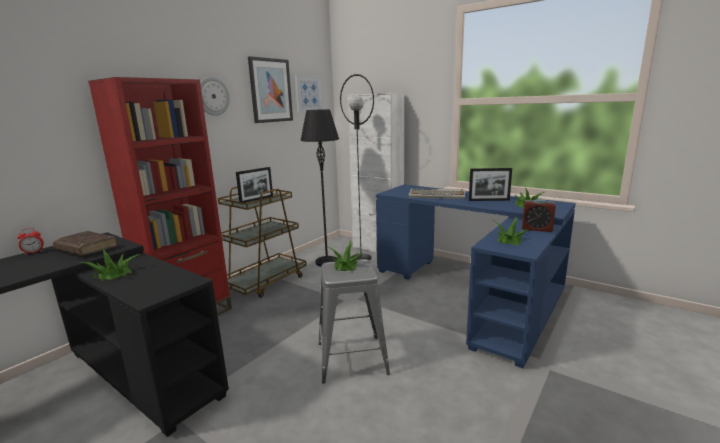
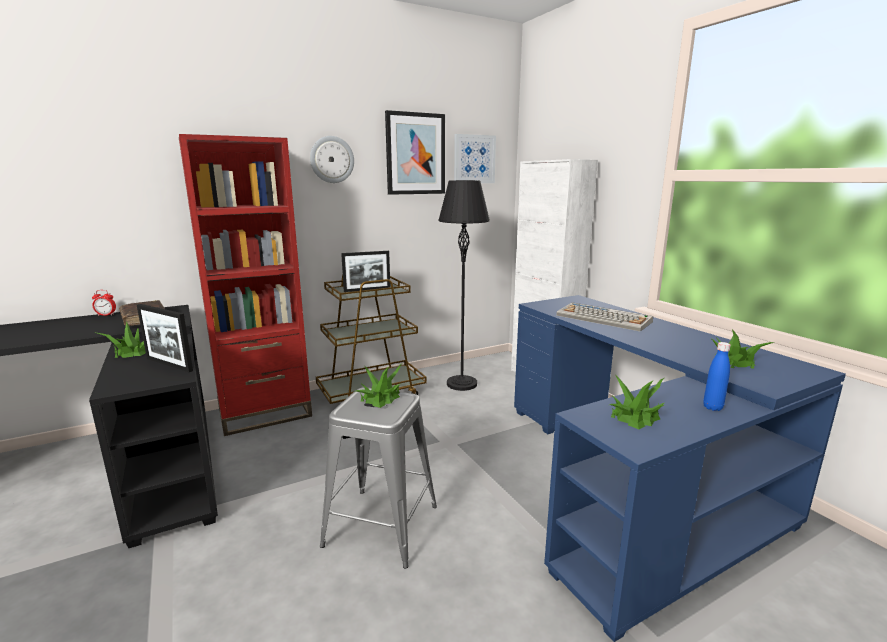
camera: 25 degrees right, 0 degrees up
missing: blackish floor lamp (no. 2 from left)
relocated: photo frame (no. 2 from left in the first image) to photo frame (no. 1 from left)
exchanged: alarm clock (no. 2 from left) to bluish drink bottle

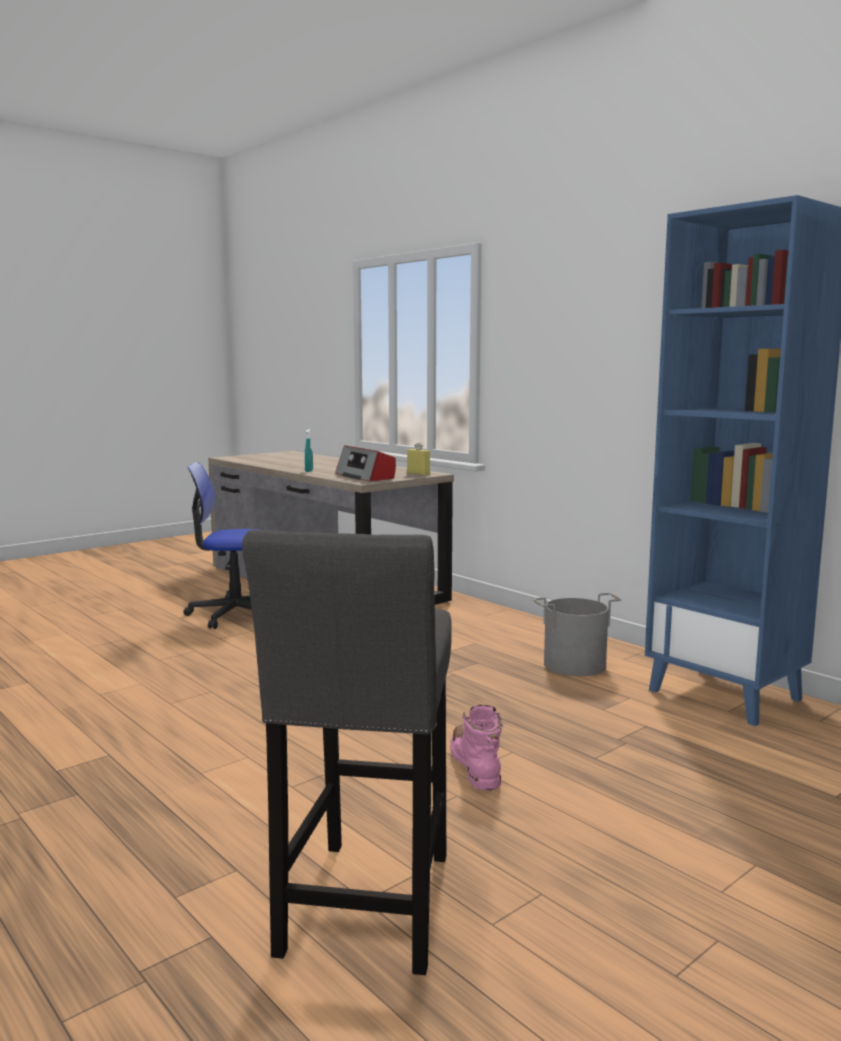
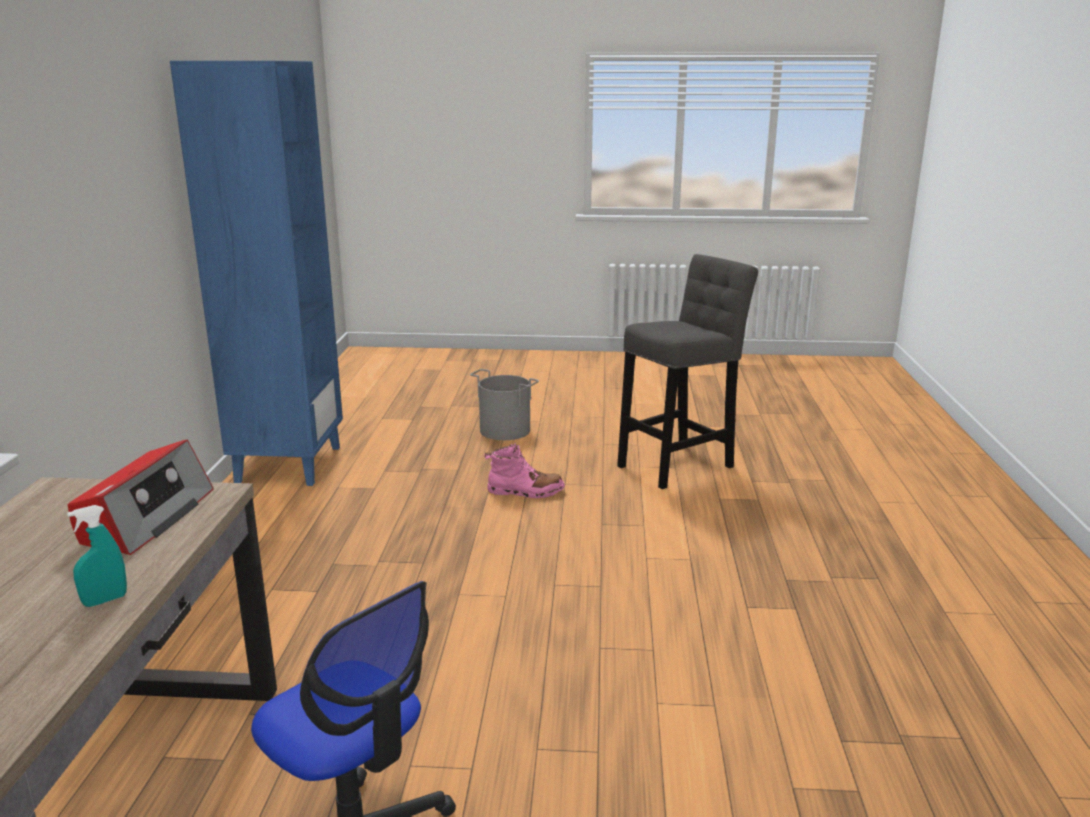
camera: 135 degrees left, 10 degrees up
missing: yellowish drink bottle
relocated: grey bucket
spun: pinkish tall boot 120 degrees counterclockwise

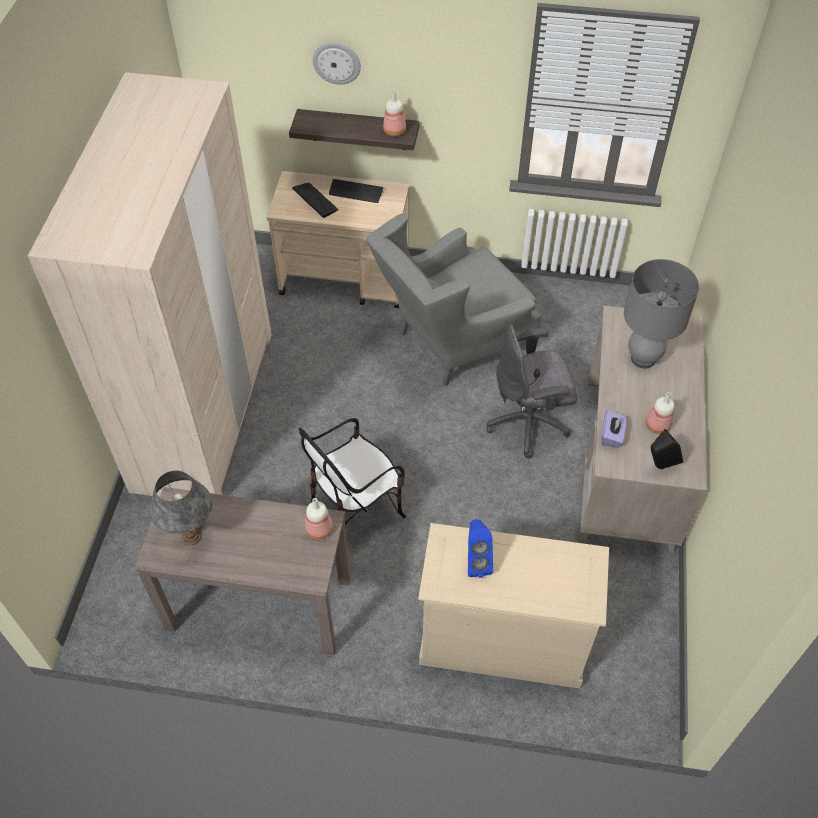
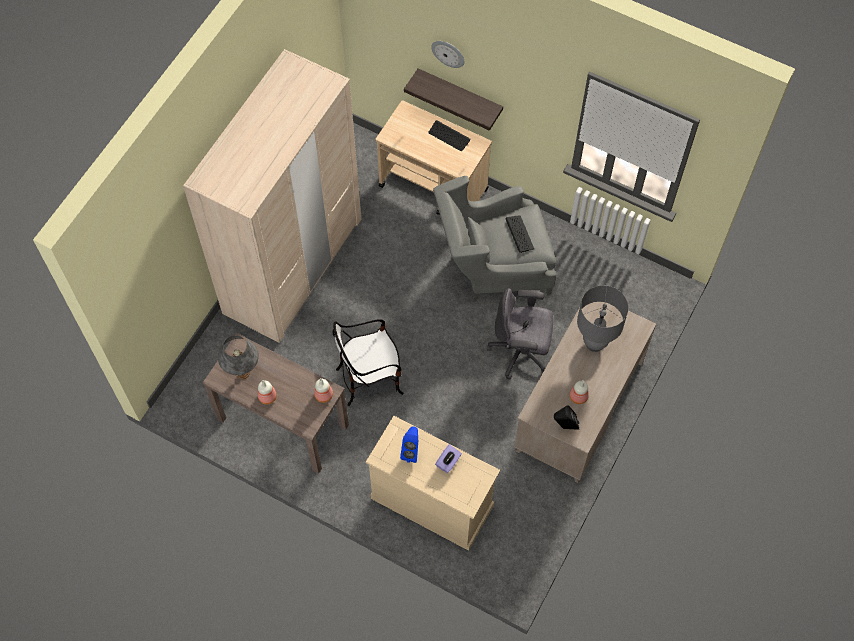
camera: 20 degrees right, 10 degrees up
relocated: computer keyboard (no. 1 from left in the first image) to computer keyboard (no. 2 from left); drink bottle (no. 2 from left in the first image) to drink bottle (no. 1 from left); purplish tissue box

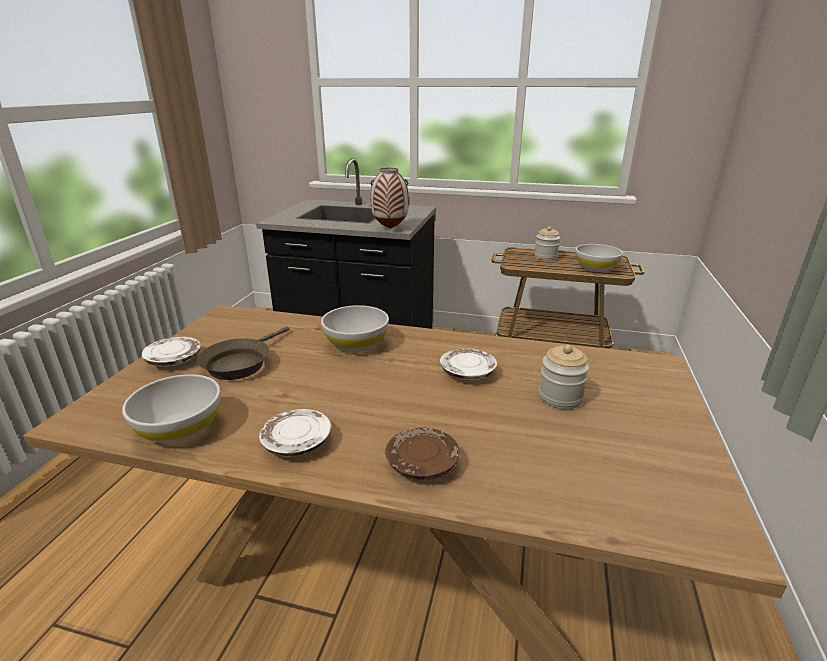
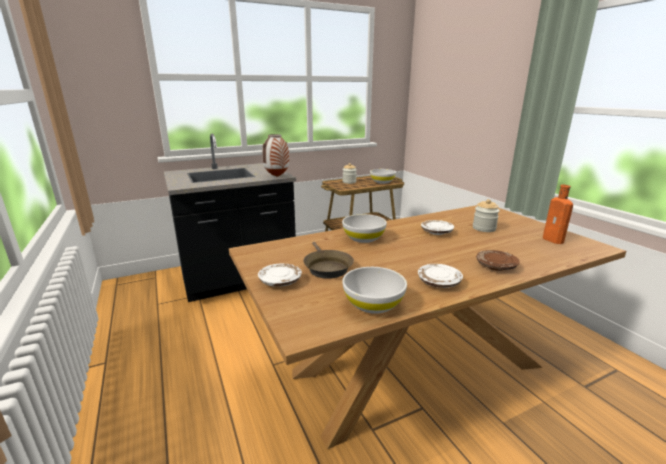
camera: 40 degrees left, 5 degrees down
appeared: orange-coloured drink bottle

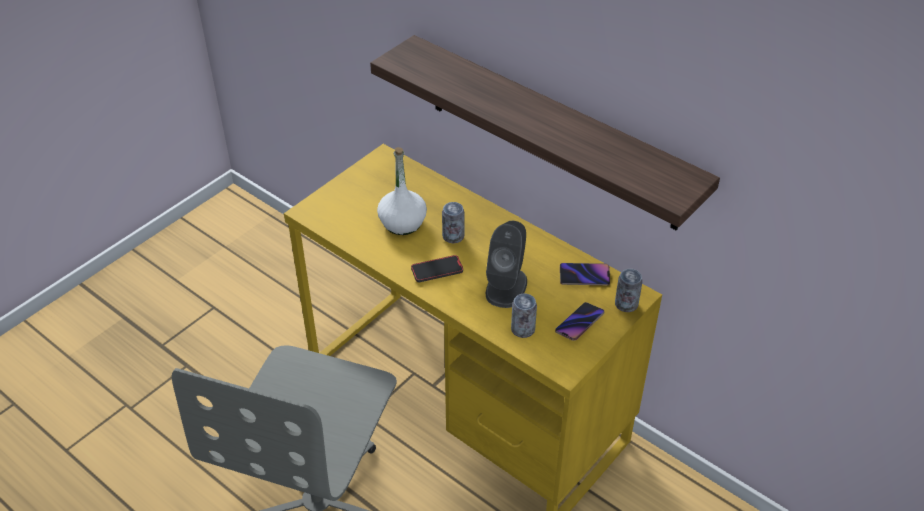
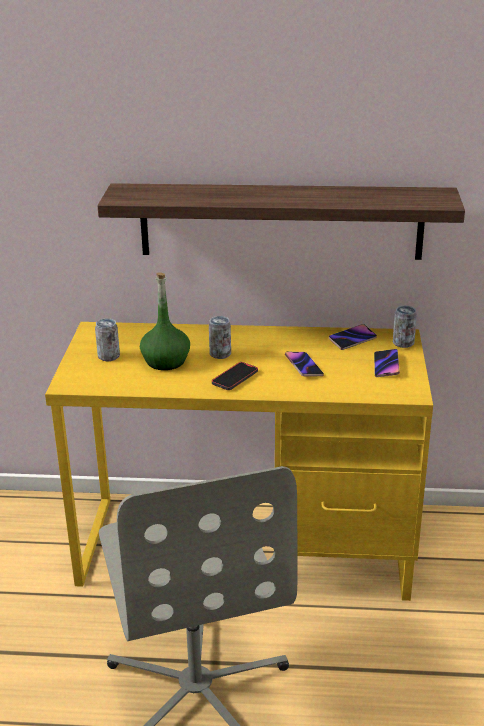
camera: 35 degrees left, 15 degrees down
relocated: sealed can (no. 2 from left in the first image) to sealed can (no. 1 from left)
exchanged: grey audio speaker to telephone (no. 2 from left)
colour: white drink bottle to green-coloured drink bottle

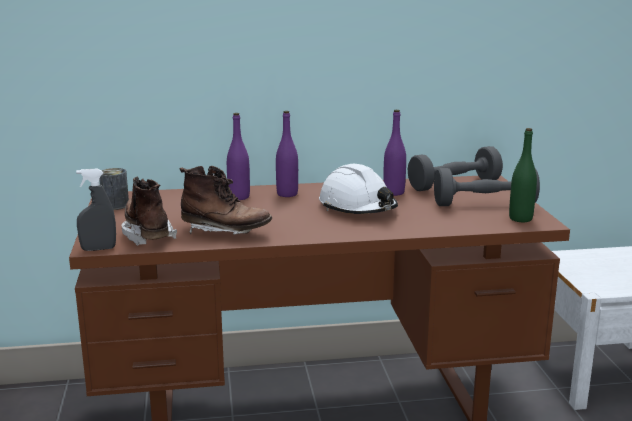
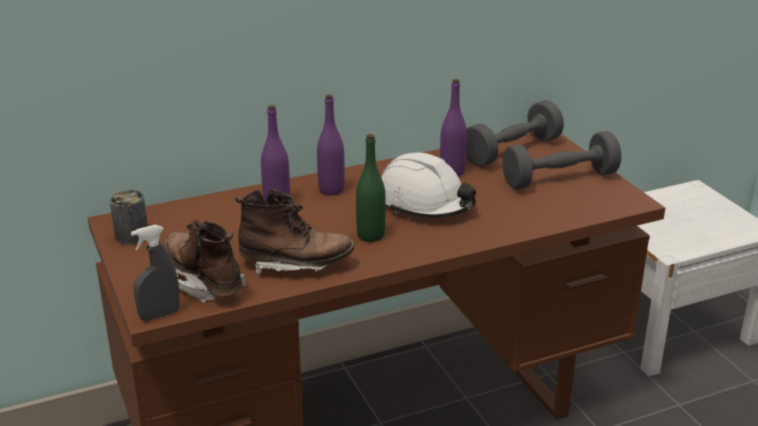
camera: 15 degrees left, 10 degrees up
relocated: green-coloured drink bottle

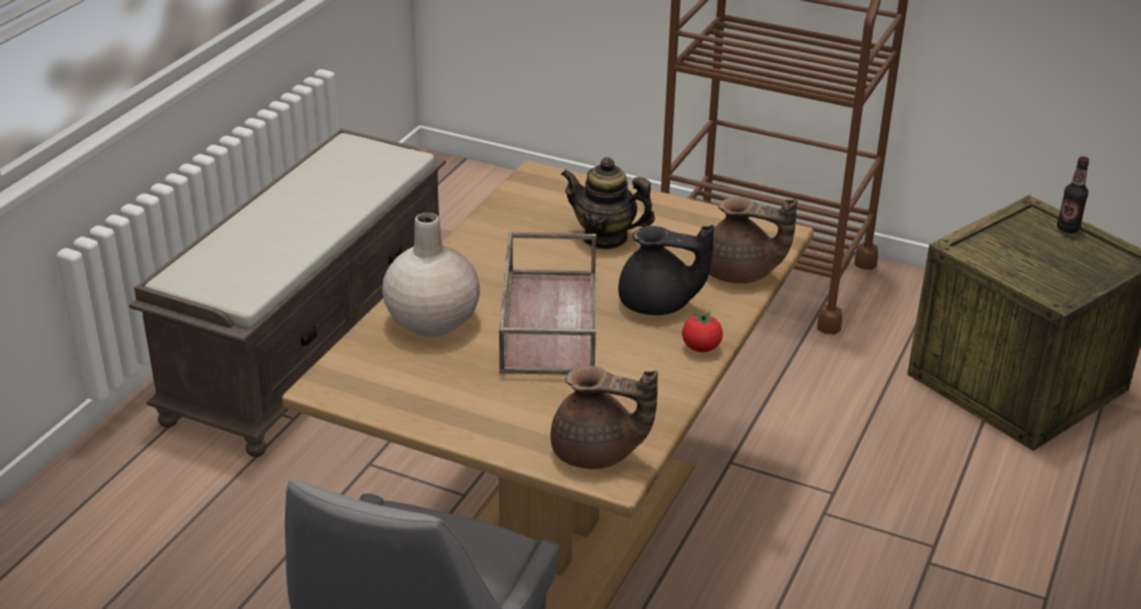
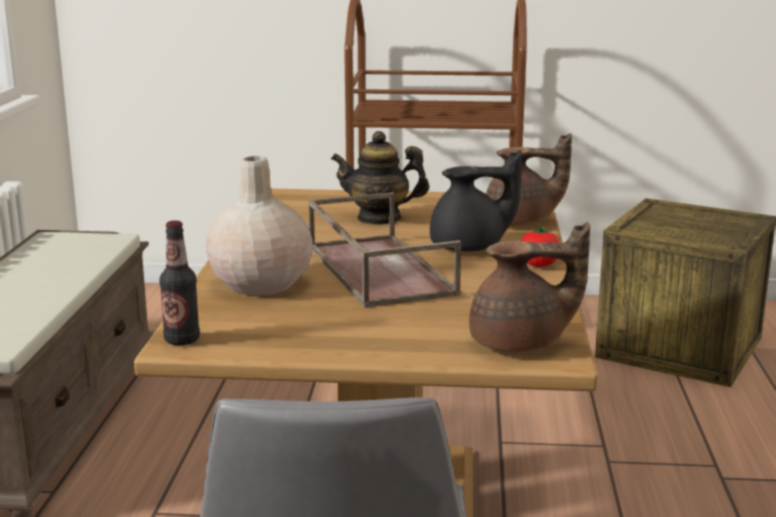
camera: 20 degrees left, 15 degrees down
relocated: drink bottle

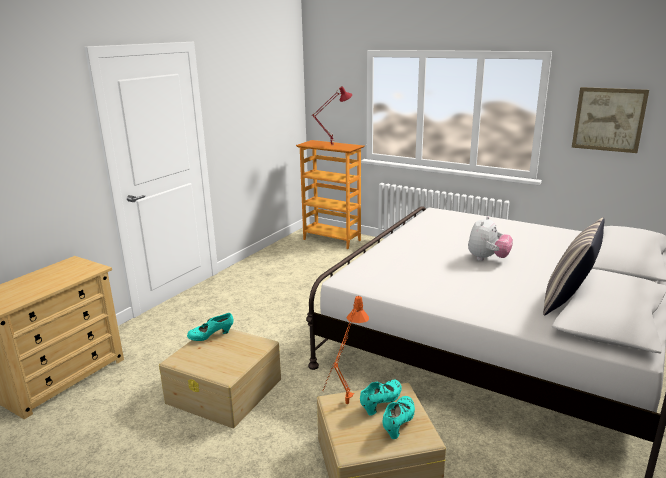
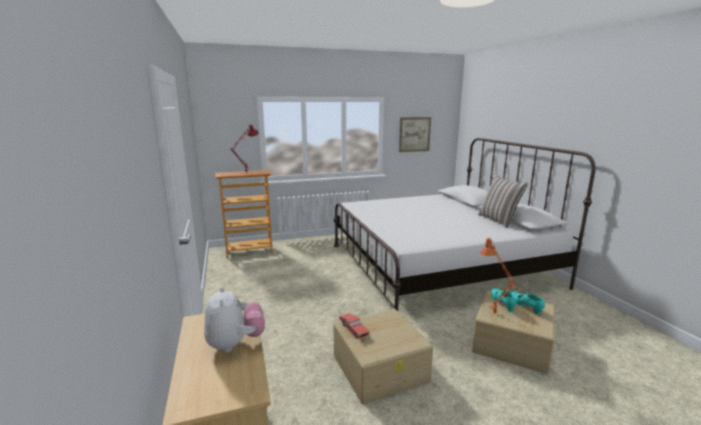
camera: 50 degrees left, 5 degrees down
relocated: soft toy
exchanged: turquoise low shoe (no. 1 from left) to red-coloured model car

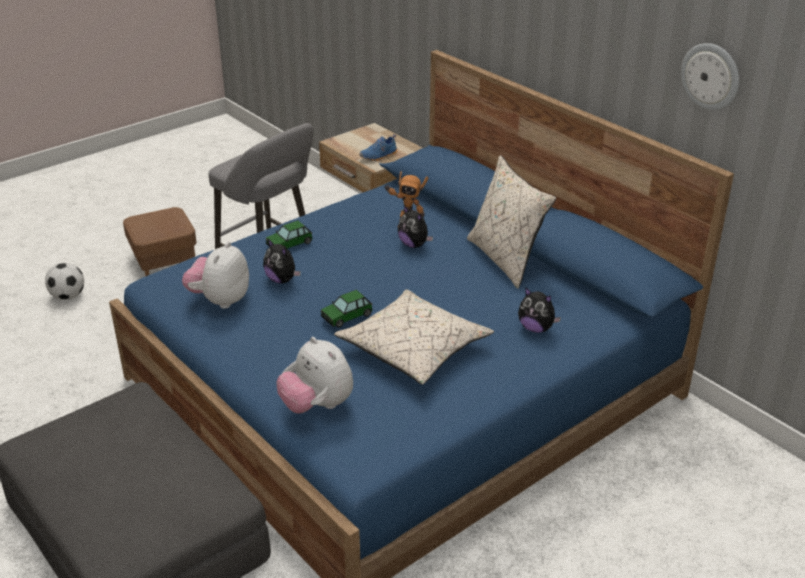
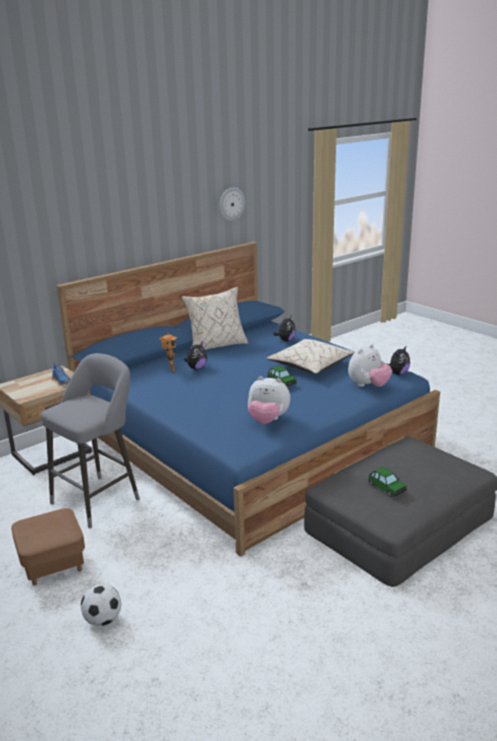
camera: 90 degrees left, 10 degrees down
relocated: soft toy (no. 2 from left in the first image) to soft toy (no. 5 from left); model car (no. 1 from left in the first image) to model car (no. 2 from left)

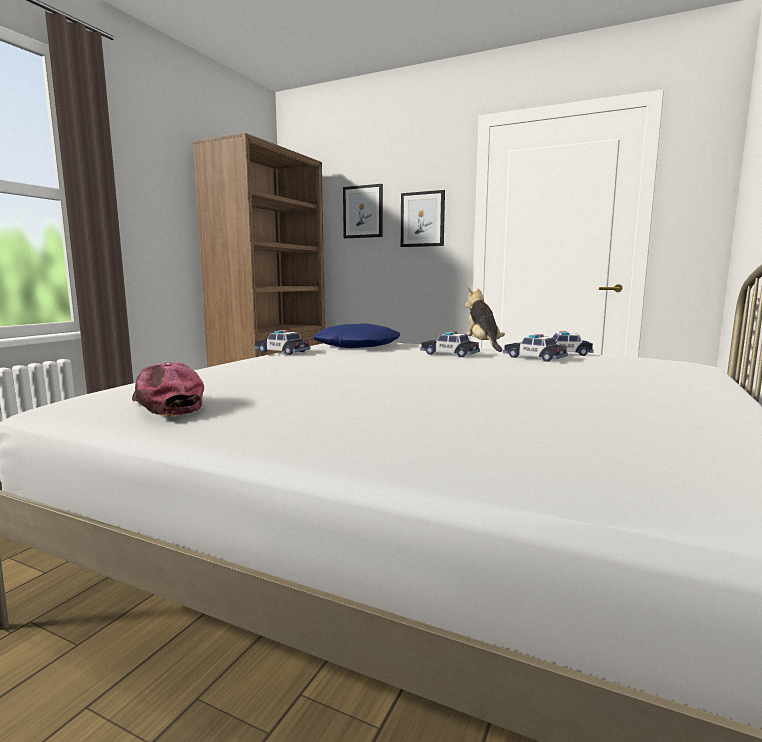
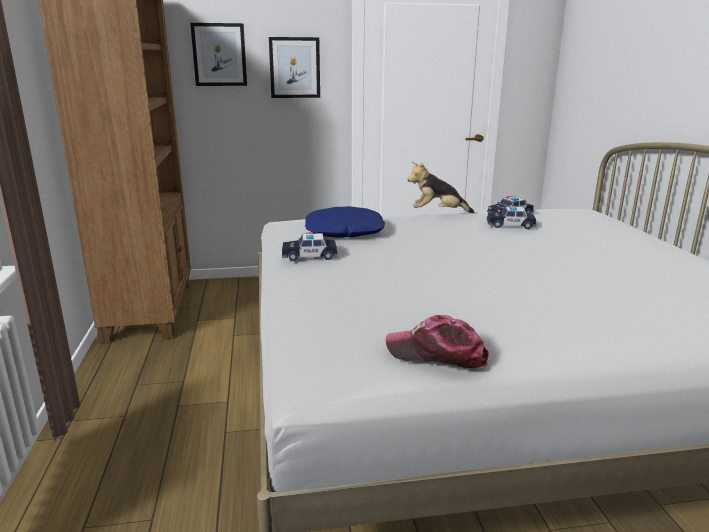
camera: 35 degrees left, 10 degrees up
missing: model car (no. 2 from left)
spun: soft toy 45 degrees counterclockwise

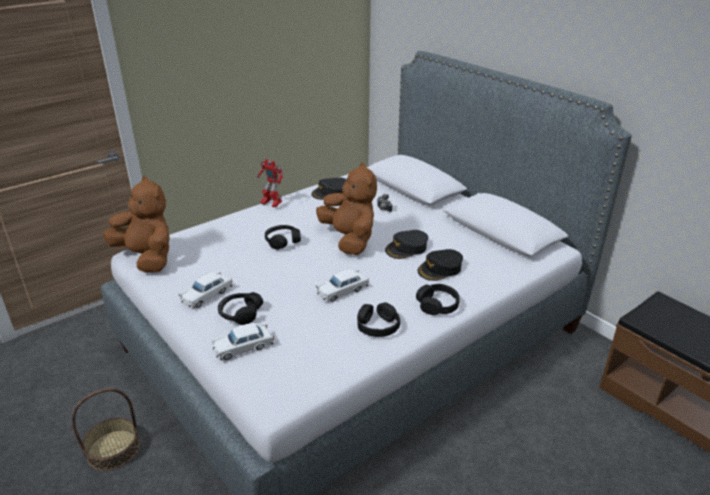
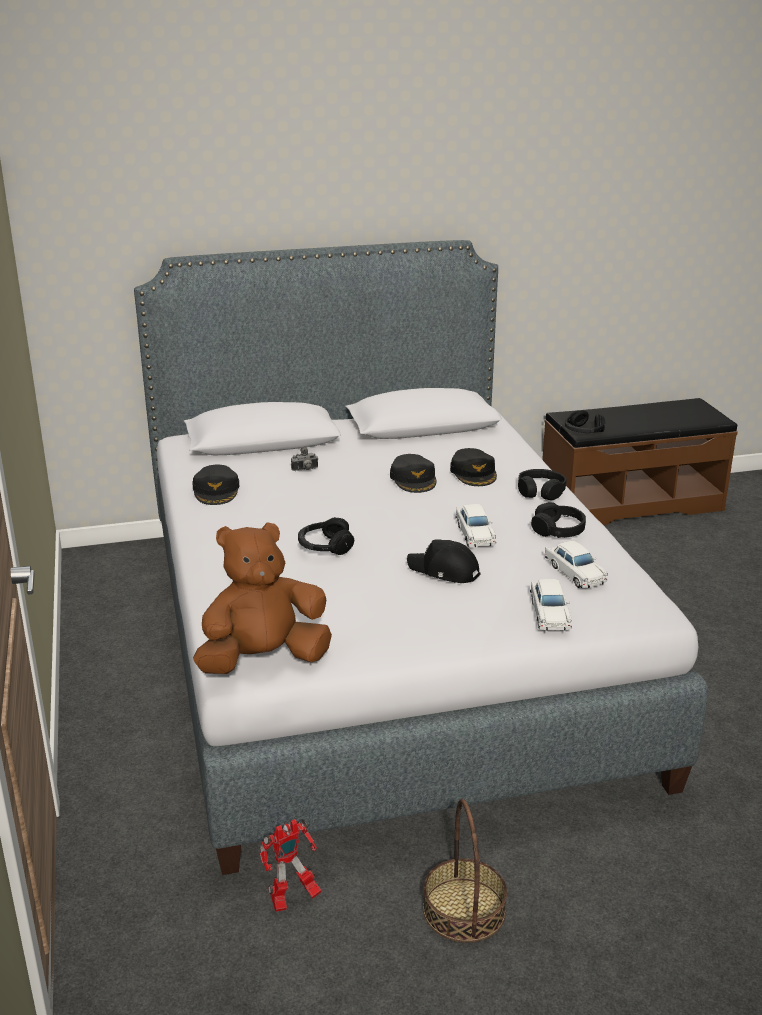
camera: 65 degrees left, 5 degrees down
missing: brown-coloured soft toy (no. 2 from left)
appeared: blackish peaked cap (no. 3 from left)
relocated: white model car (no. 1 from left in the first image) to white model car (no. 3 from left); blackish headset (no. 1 from left in the first image) to blackish headset (no. 4 from left); toy robot

